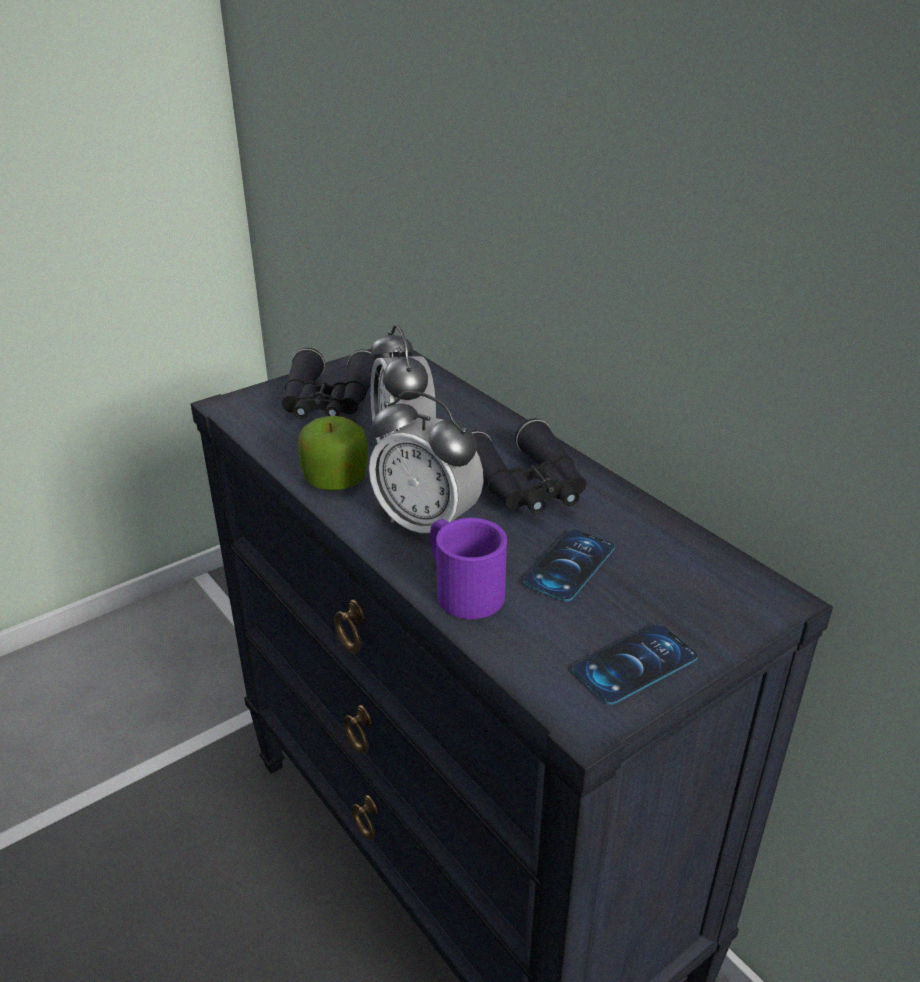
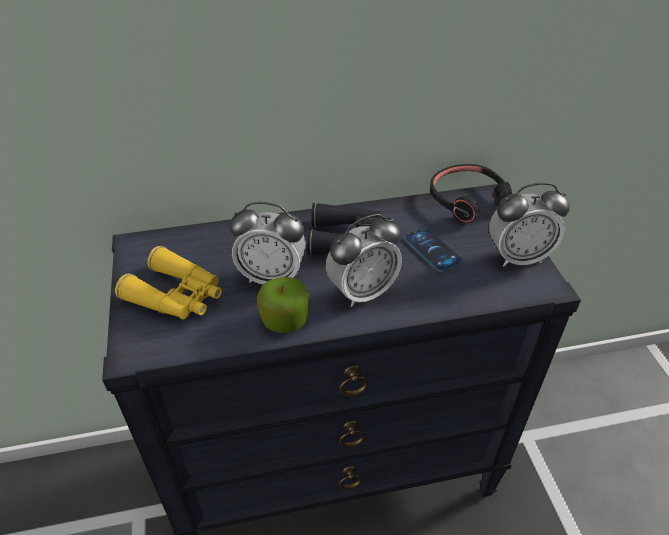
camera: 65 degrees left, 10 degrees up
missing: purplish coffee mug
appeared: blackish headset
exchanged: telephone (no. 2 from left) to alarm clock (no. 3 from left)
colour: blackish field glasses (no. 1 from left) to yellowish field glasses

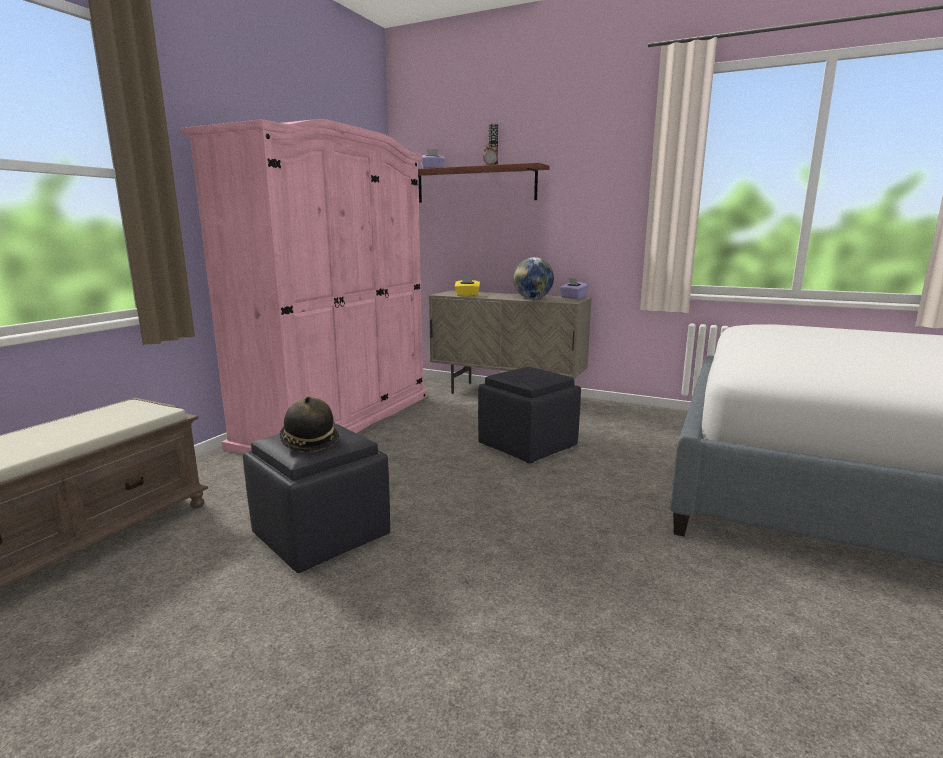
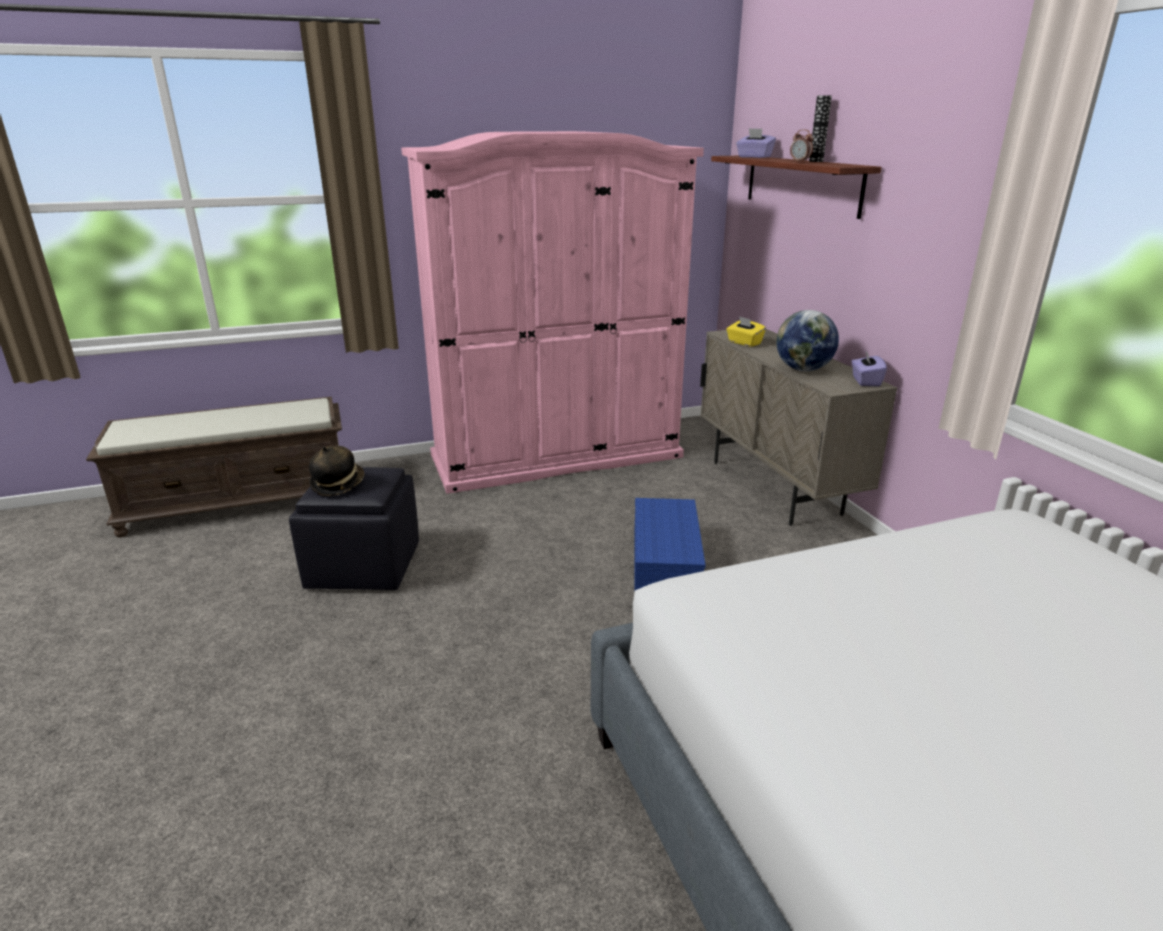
camera: 45 degrees right, 10 degrees up
exchanged: blackish footrest (no. 2 from left) to bluish storage container

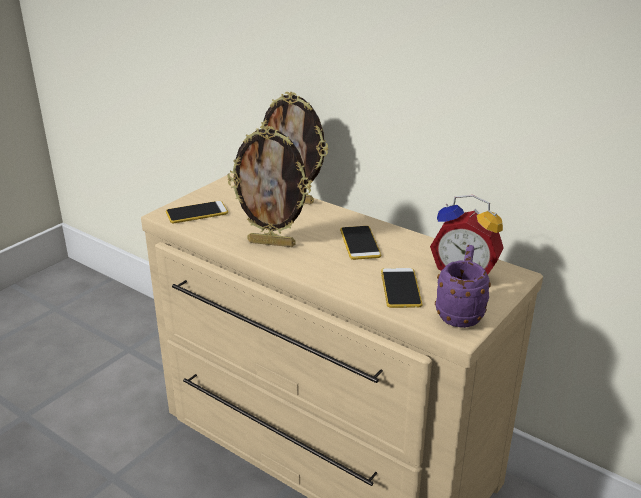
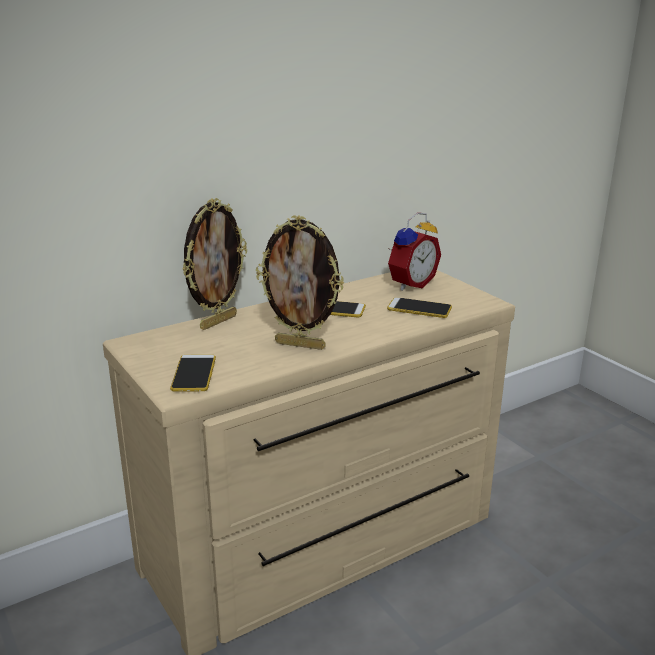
camera: 70 degrees left, 5 degrees down
missing: purplish coffee mug
spun: photo frame (no. 1 from left in the first image) 75 degrees clockwise

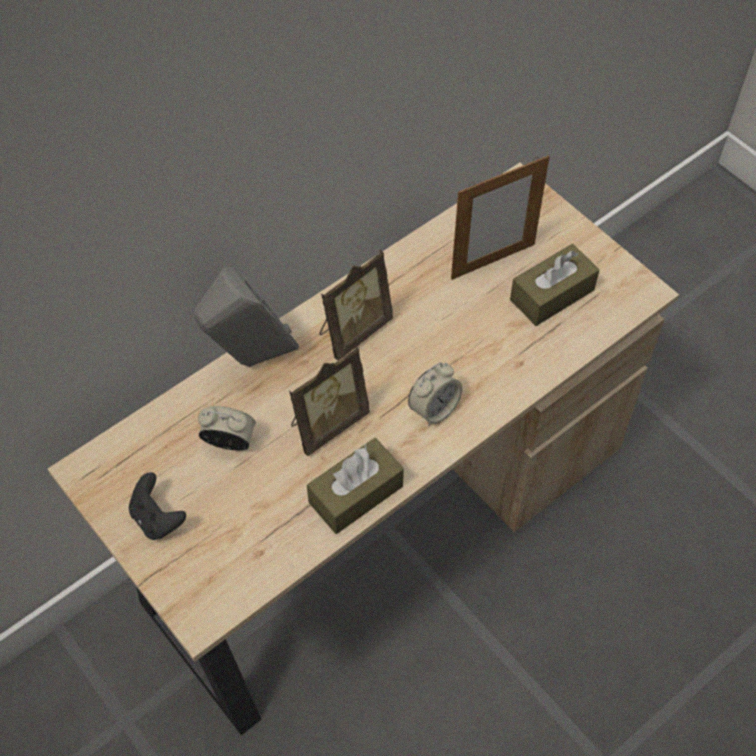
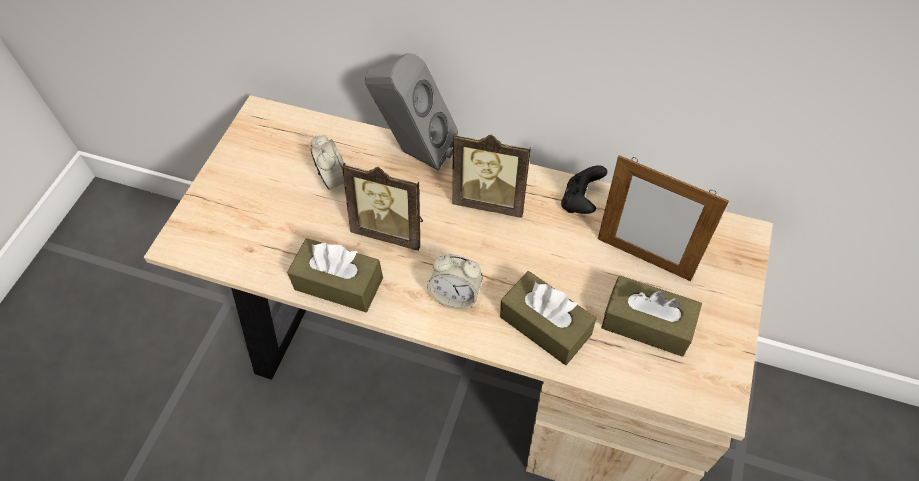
camera: 60 degrees right, 0 degrees up
appeared: brown-coloured tissue box (no. 2 from left)
relocated: blackish gamepad

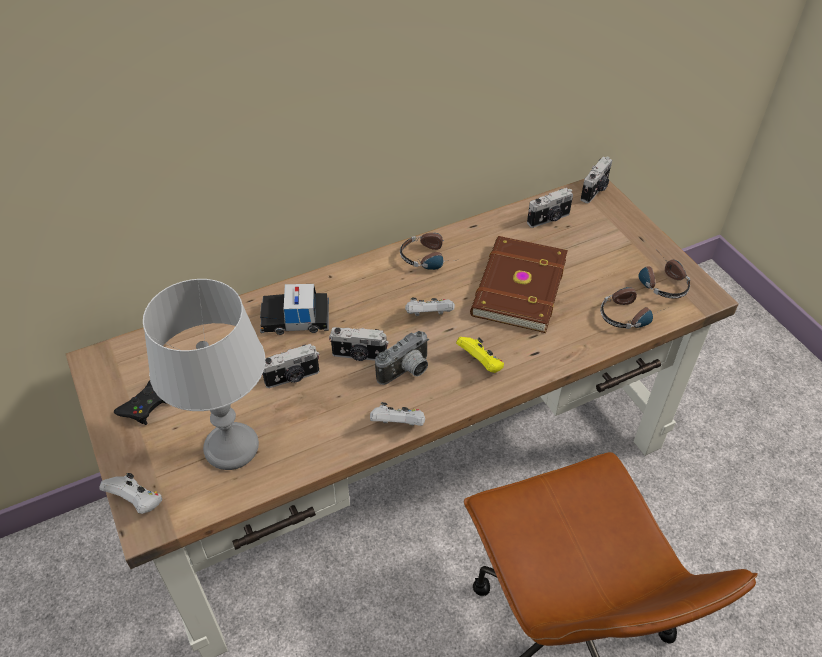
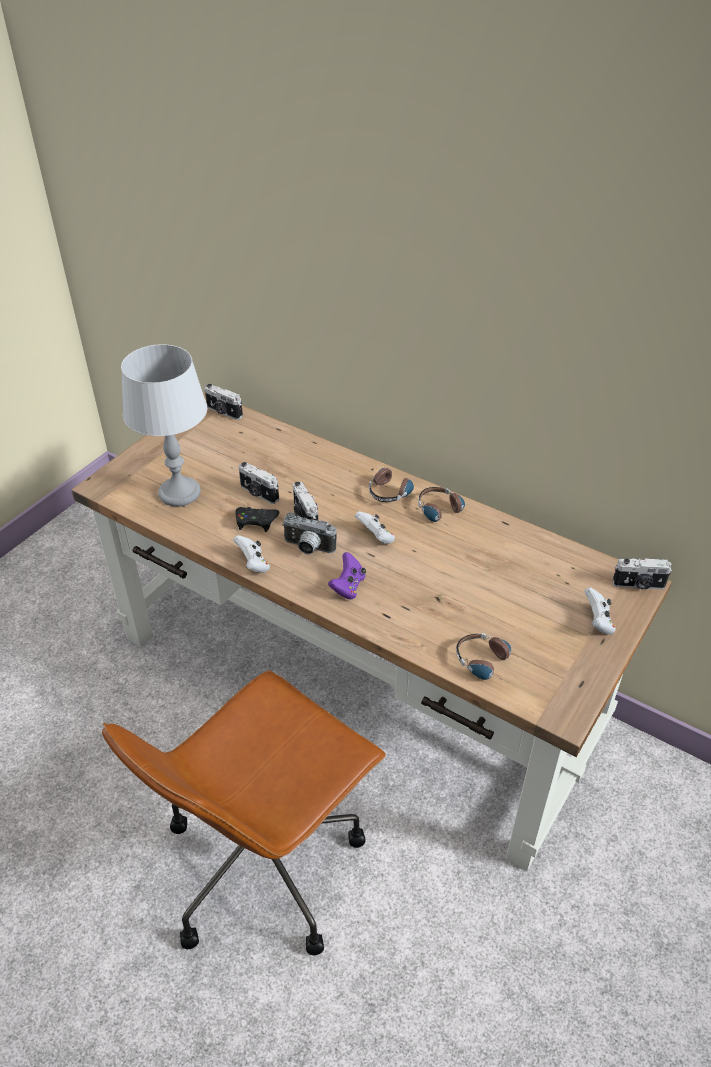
camera: 60 degrees right, 5 degrees down
missing: model car; brown-coloured book
relocated: white gamepad (no. 1 from left in the first image) to white gamepad (no. 3 from left); blackish gamepad; still camera (no. 4 from left in the first image) to still camera (no. 1 from left); headset (no. 3 from left in the first image) to headset (no. 1 from left)
colour: yellowish gamepad to purplish gamepad

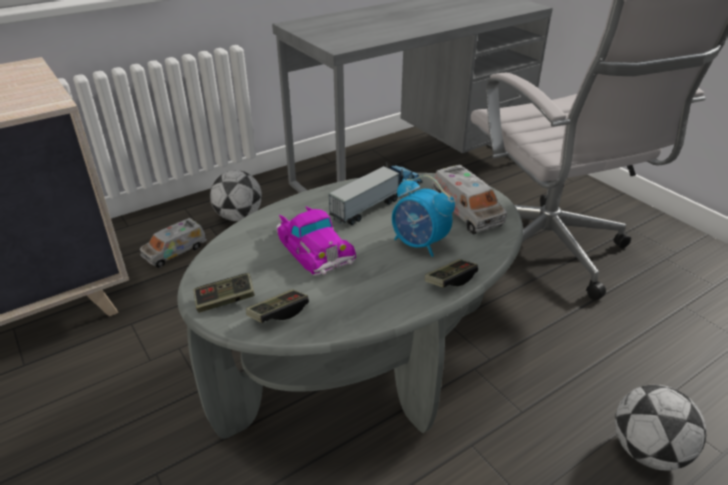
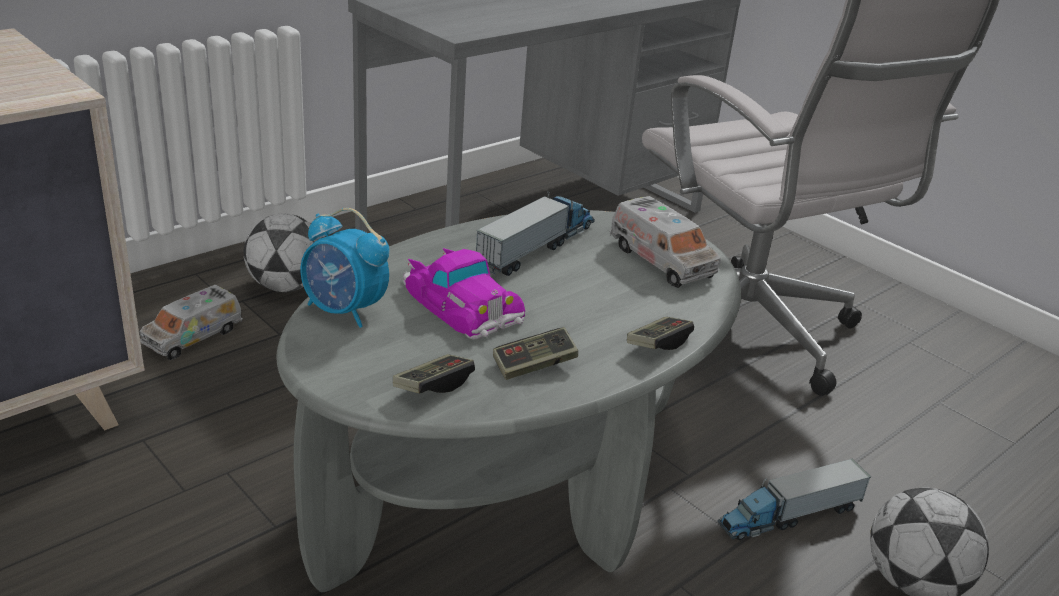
camera: 10 degrees left, 5 degrees down
appeared: toy truck (no. 4 from left)
relocated: gamepad (no. 1 from left in the first image) to gamepad (no. 2 from left); alarm clock

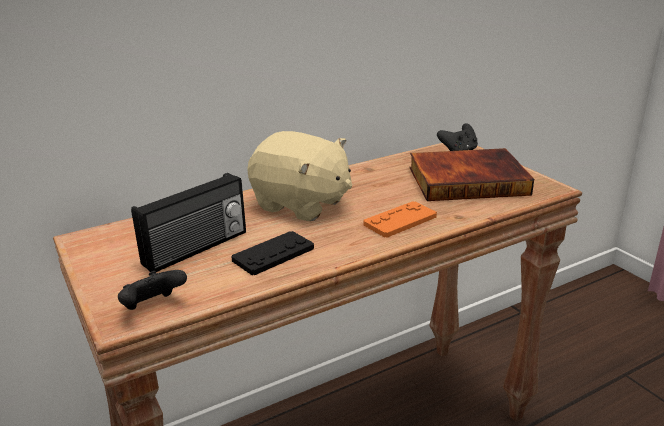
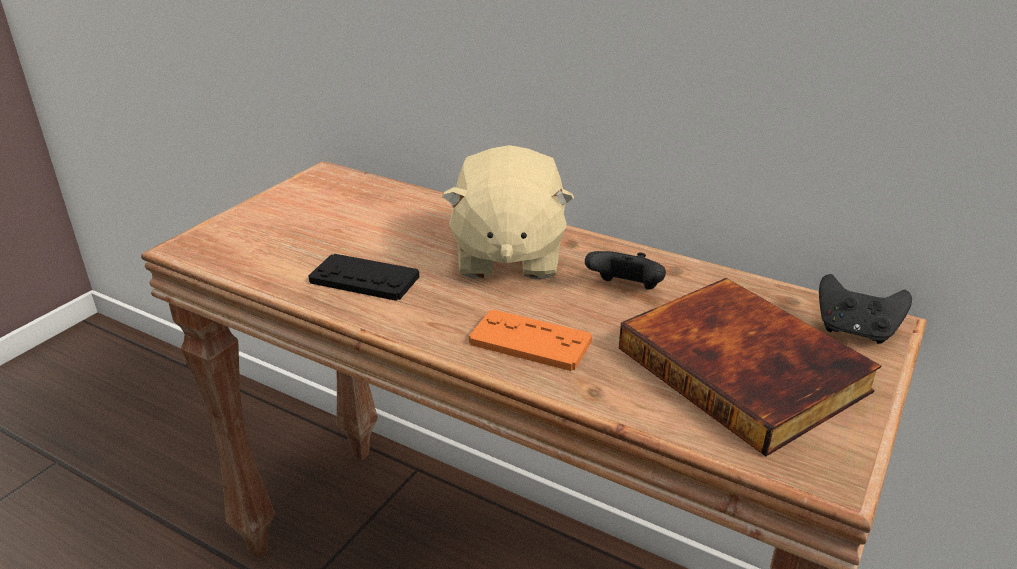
camera: 60 degrees right, 5 degrees up
missing: radio receiver
relocated: blackish gamepad (no. 1 from left in the first image) to blackish gamepad (no. 2 from left)

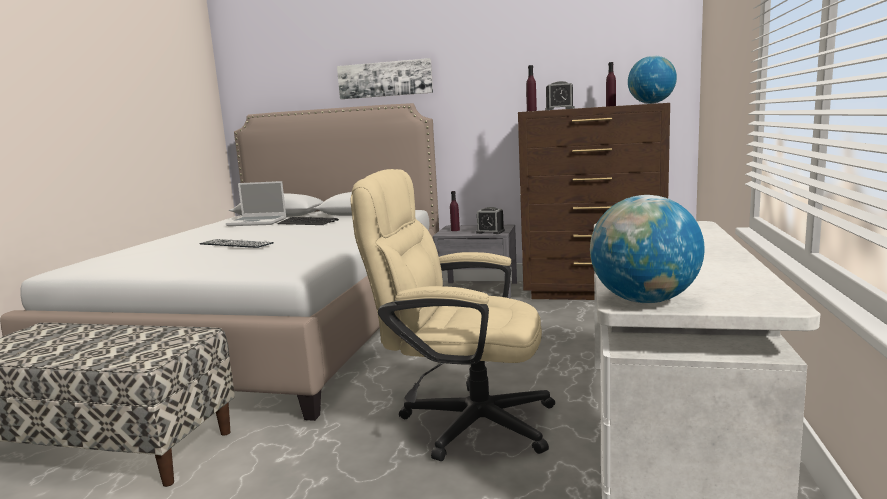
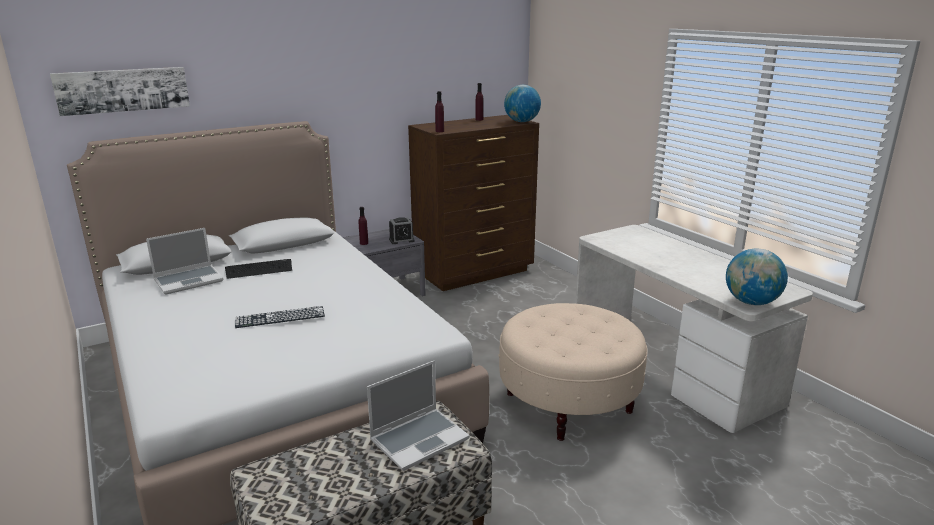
camera: 45 degrees left, 10 degrees up
missing: alarm clock (no. 2 from left)
appeared: portable computer (no. 2 from left)
relocated: wall art
exchanged: beige-coloured office chair to beige-coloured footrest

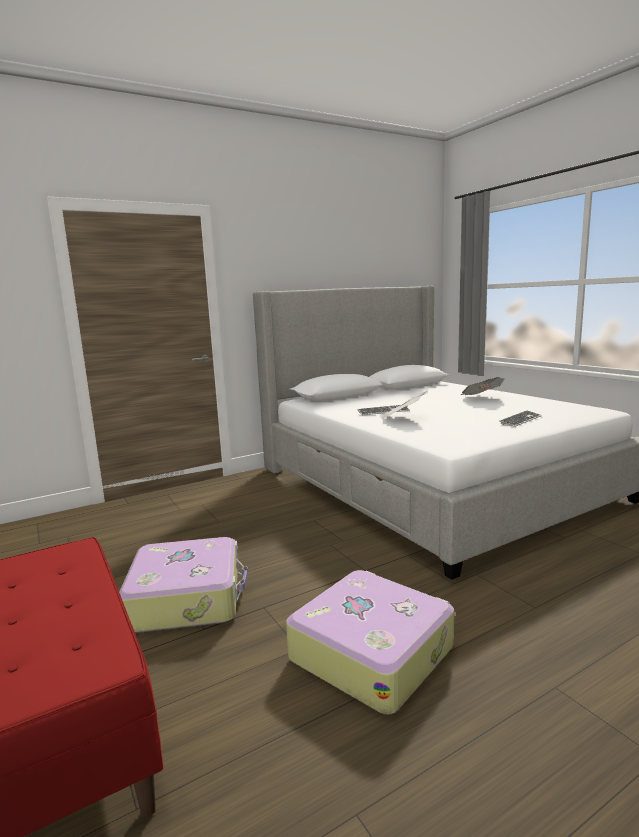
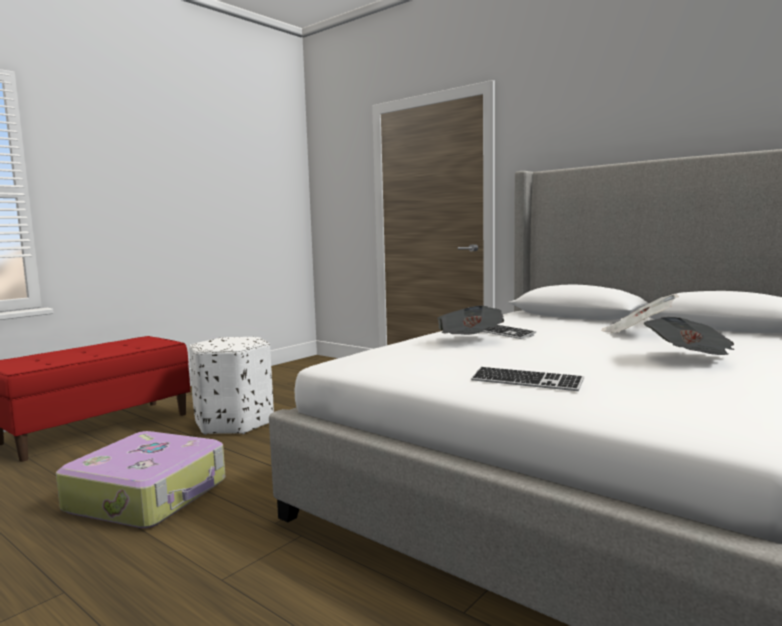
camera: 70 degrees right, 5 degrees down
appeared: printed paper (no. 2 from left)
exchanged: travel case (no. 1 from left) to white footrest

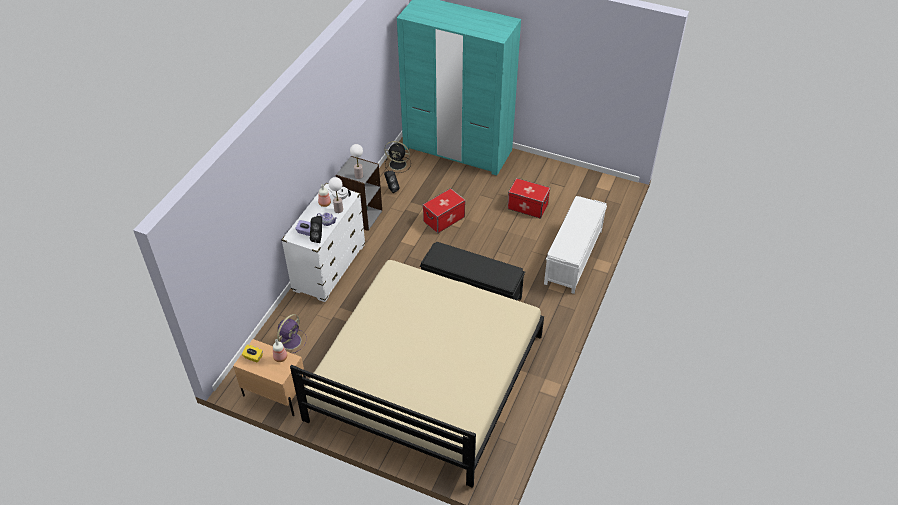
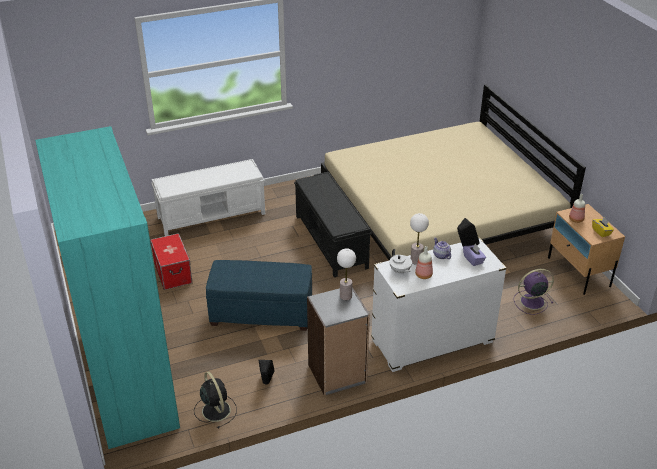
camera: 135 degrees left, 10 degrees down
exchanged: storage container (no. 1 from left) to bluish footrest

